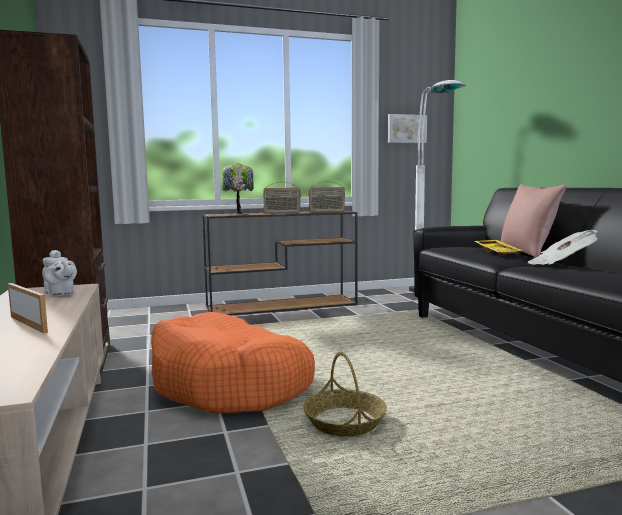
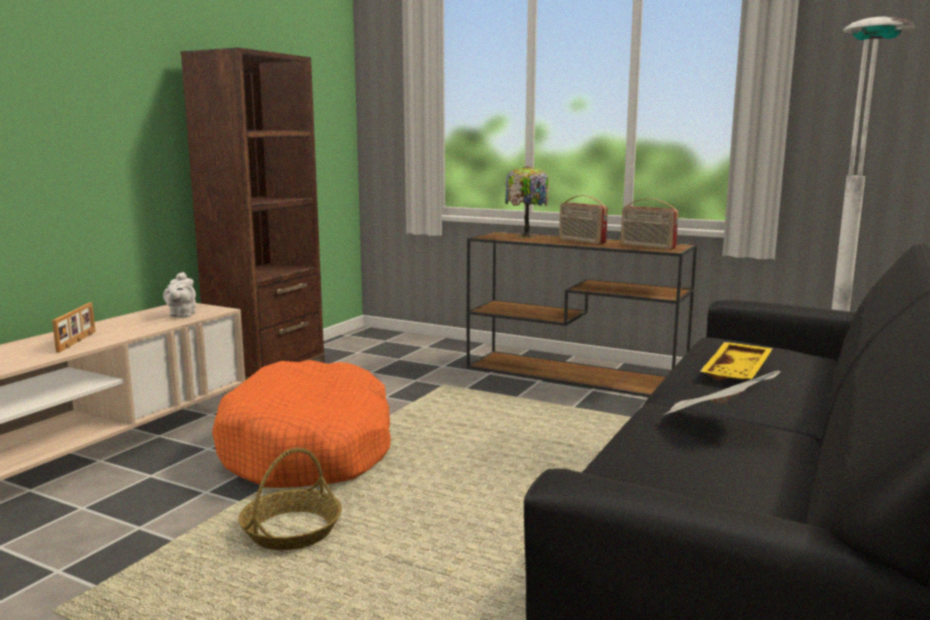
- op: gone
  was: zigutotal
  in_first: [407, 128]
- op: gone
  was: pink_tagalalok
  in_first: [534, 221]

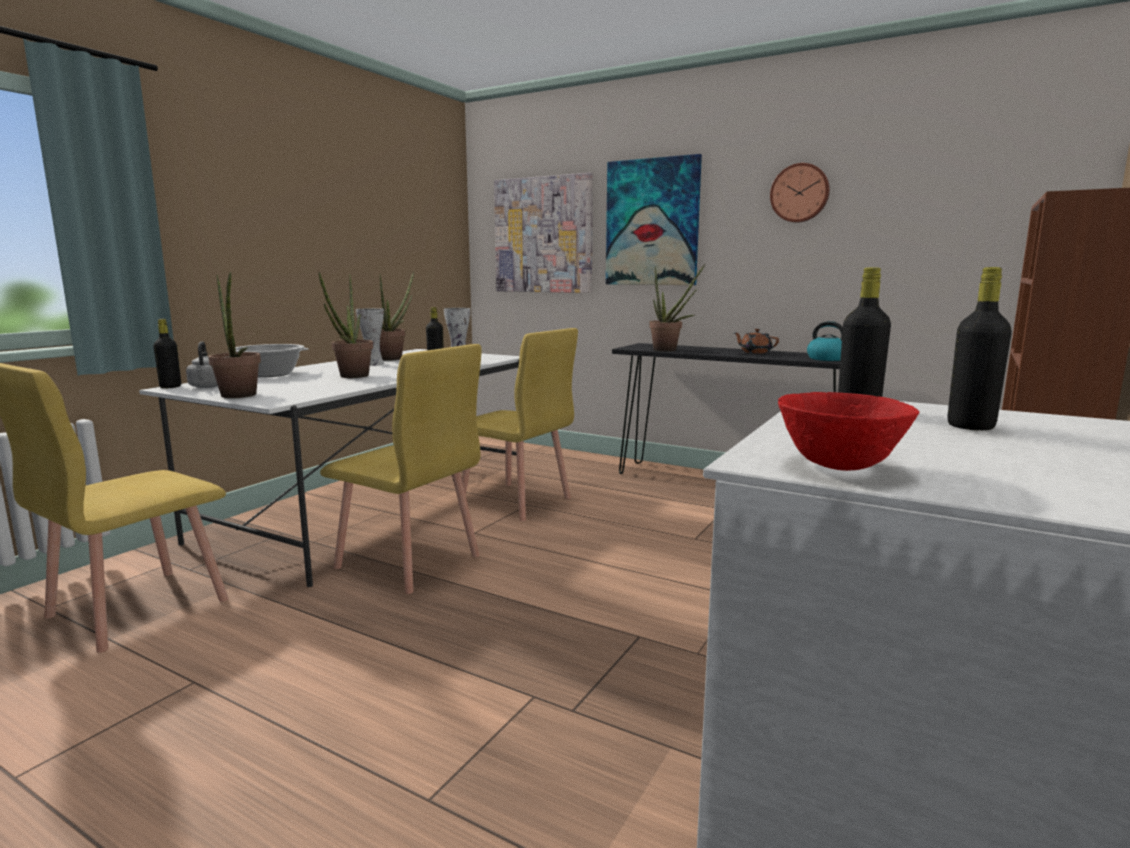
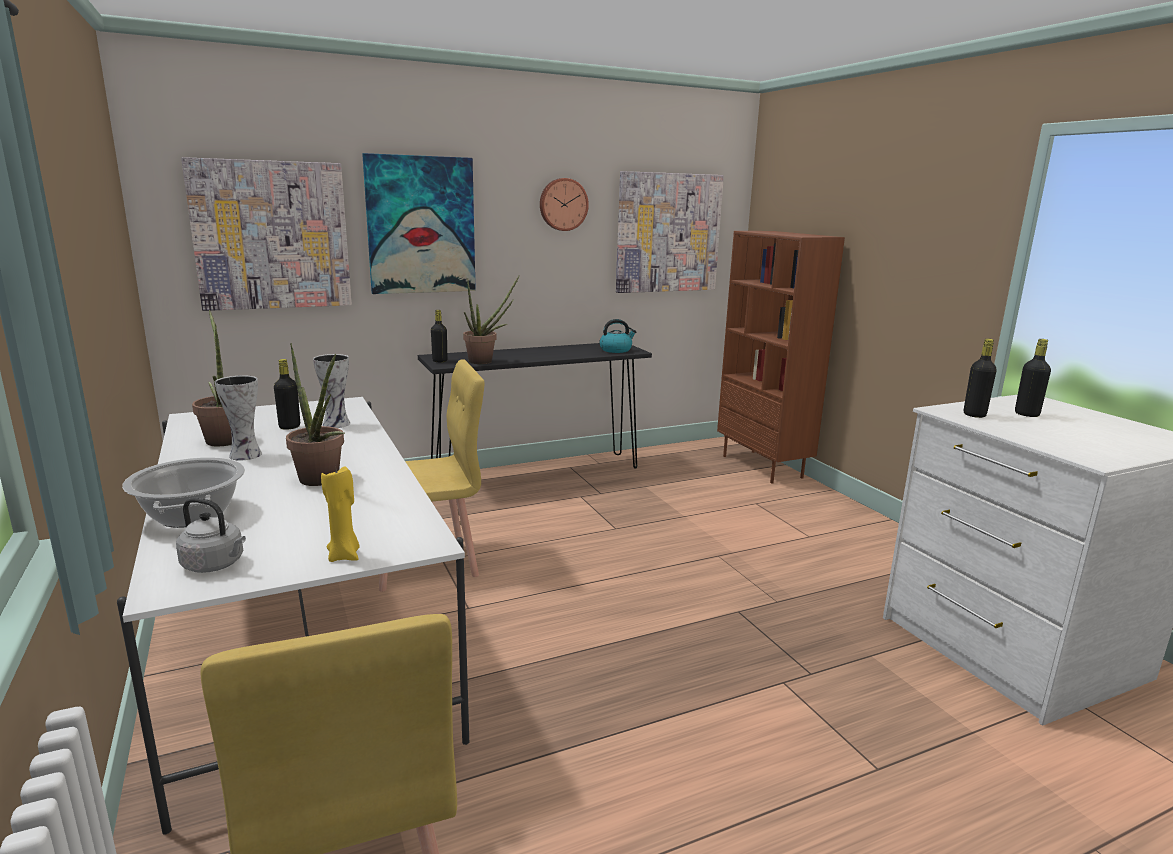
- op: swapped
  was: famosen
  now: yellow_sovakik
  in_first: [234, 335]
  in_second: [340, 514]
- op: shifted
  was: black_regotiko
  in_first: [167, 353]
  in_second: [439, 336]
- op: gone
  was: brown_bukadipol
  in_first: [756, 341]
- op: gone
  was: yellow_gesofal
  in_first: [401, 469]
- op: gone
  was: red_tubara
  in_first: [848, 431]
- op: new
  now: zigutotal
  in_second: [670, 232]

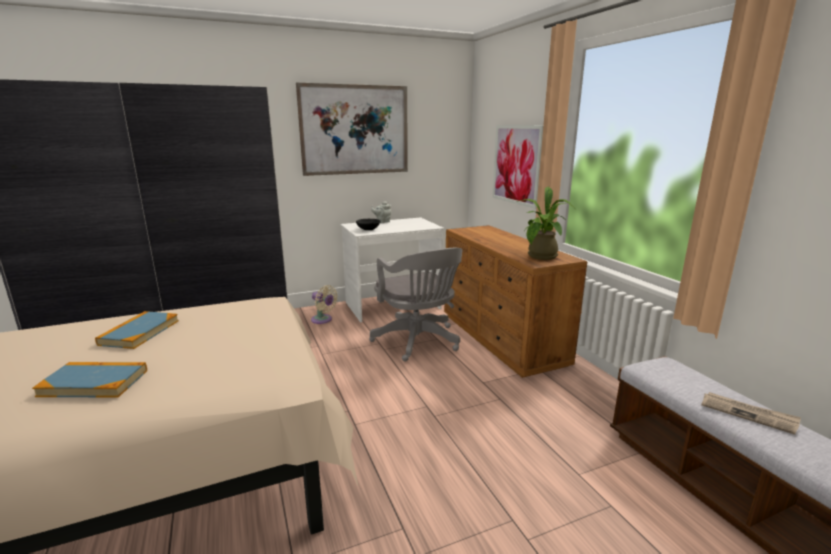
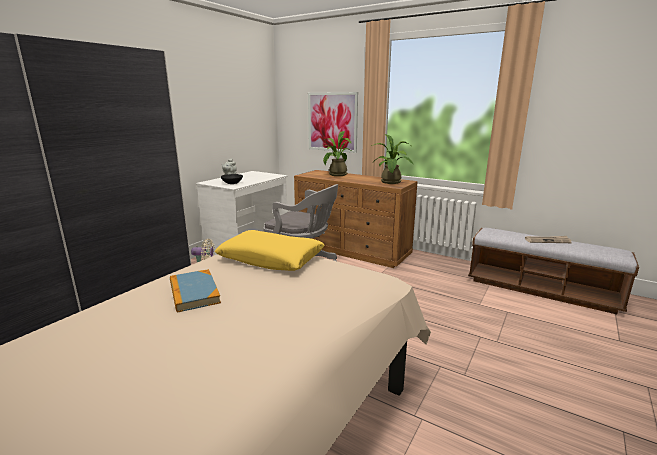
- op: gone
  was: zigutotal
  in_first: [352, 129]
- op: gone
  was: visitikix
  in_first: [89, 379]
- op: new
  now: famosen
  in_second: [338, 153]
- op: new
  now: yellow_tagalalok
  in_second: [269, 250]

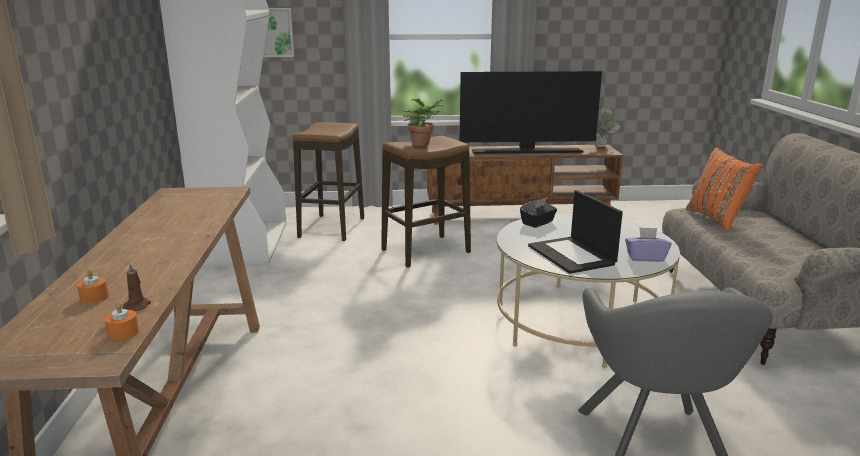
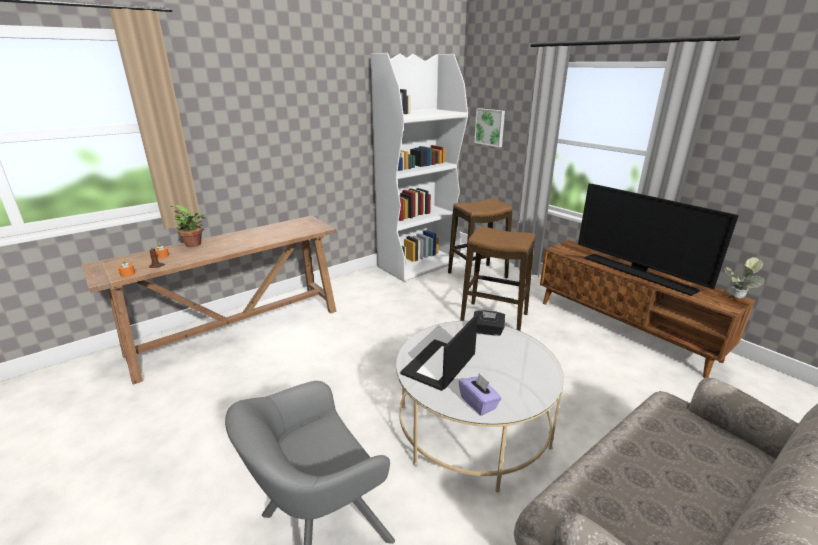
- op: shifted
  was: famosen
  in_first: [424, 122]
  in_second: [188, 226]
- op: gone
  was: orange_tagalalok
  in_first: [724, 189]

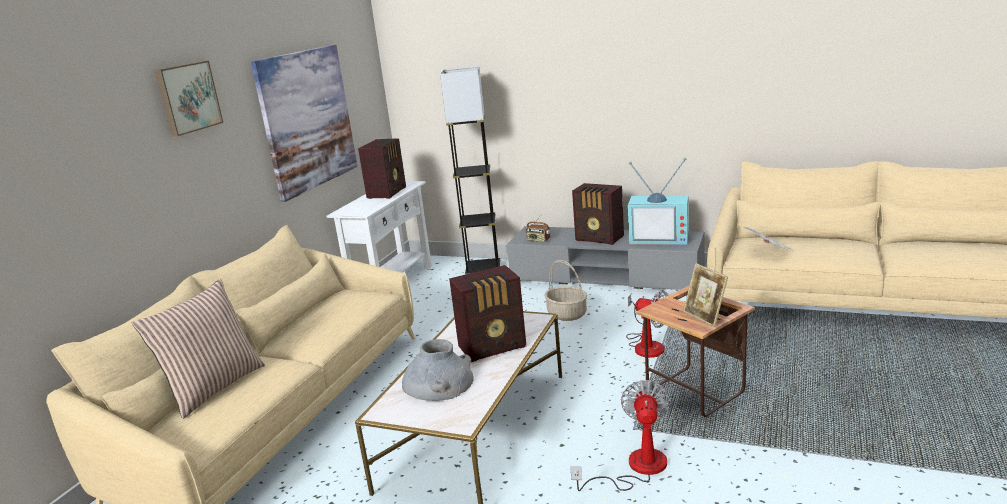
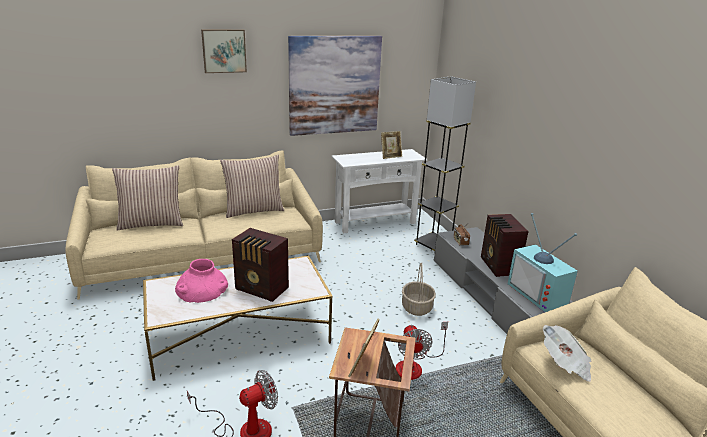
- op: swapped
  was: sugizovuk
  now: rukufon
  in_first: [382, 168]
  in_second: [391, 145]
- op: repainted
  was: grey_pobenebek
  now: pink_pobenebek
  in_first: [438, 370]
  in_second: [201, 281]
- op: new
  now: tagalalok
  in_second: [252, 186]

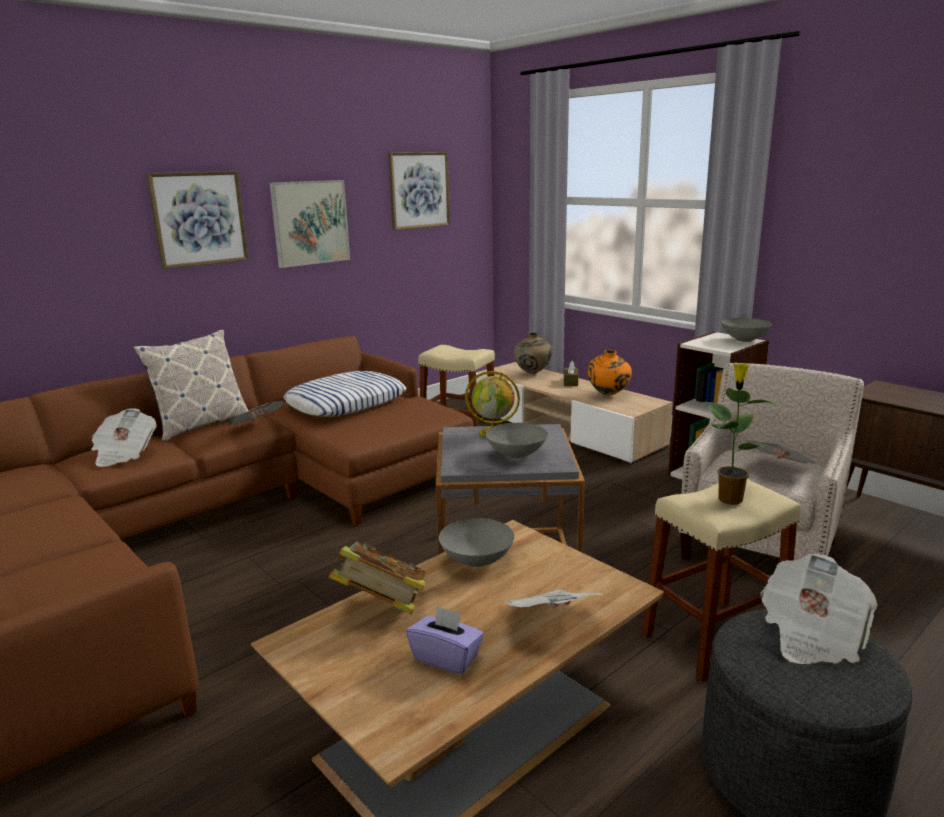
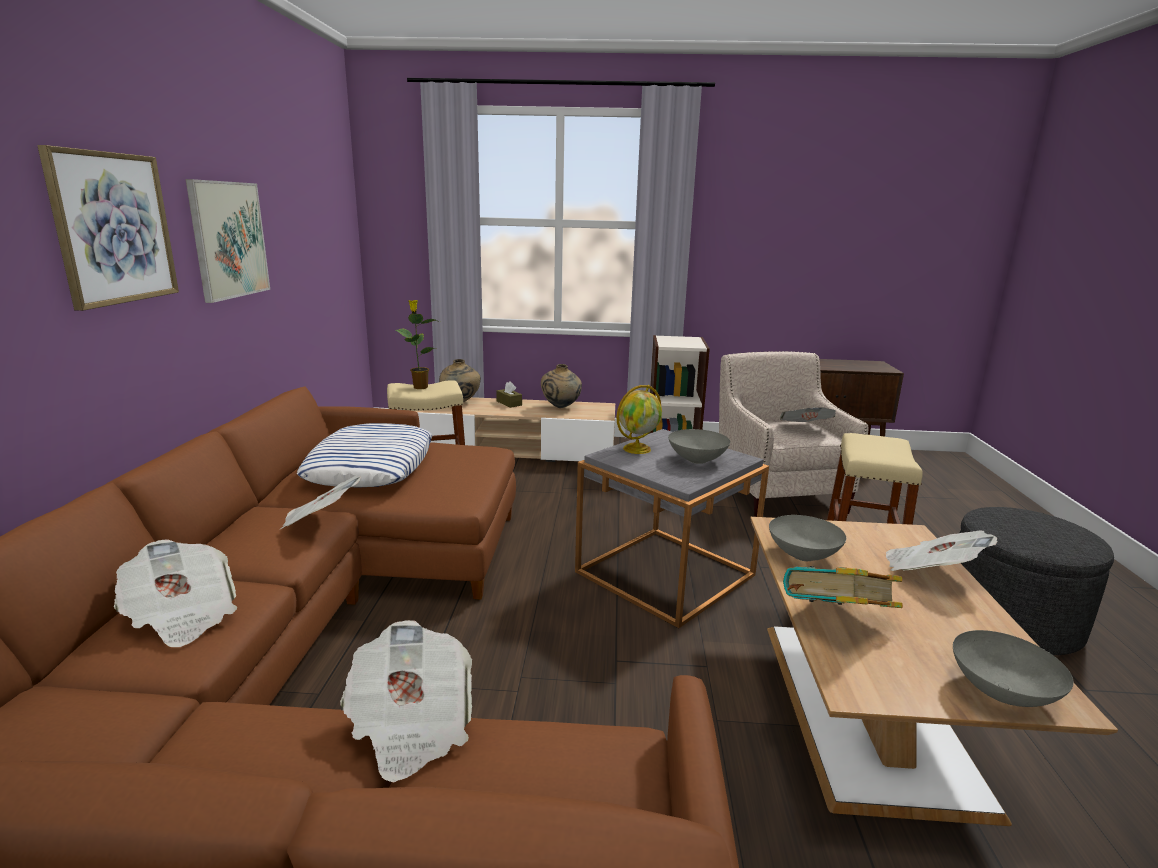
- op: gone
  was: zigutotal
  in_first: [419, 191]
- op: shifted
  was: grey_tubara
  in_first: [746, 330]
  in_second: [1013, 668]
- op: gone
  was: tagalalok
  in_first: [191, 385]
- op: repainted
  was: orange_pobenebek
  now: beige_pobenebek
  in_first: [610, 373]
  in_second: [561, 386]
- op: shifted
  was: famosen
  in_first: [743, 434]
  in_second: [418, 344]
- op: shifted
  was: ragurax
  in_first: [818, 609]
  in_second: [406, 701]
- op: gone
  was: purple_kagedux
  in_first: [445, 639]

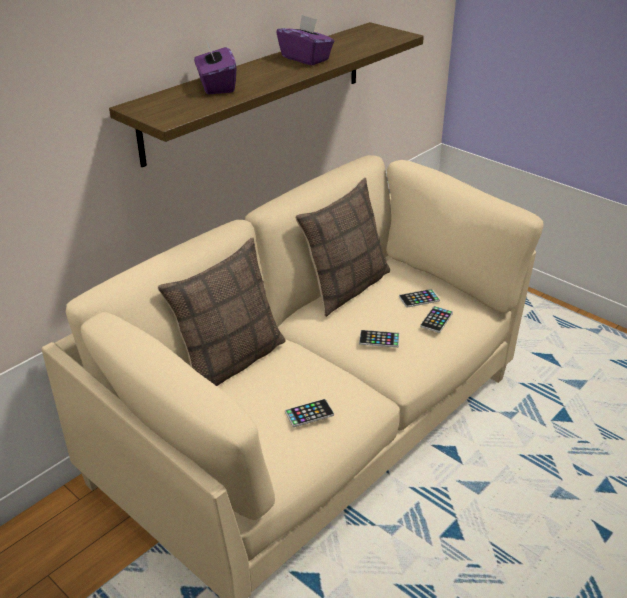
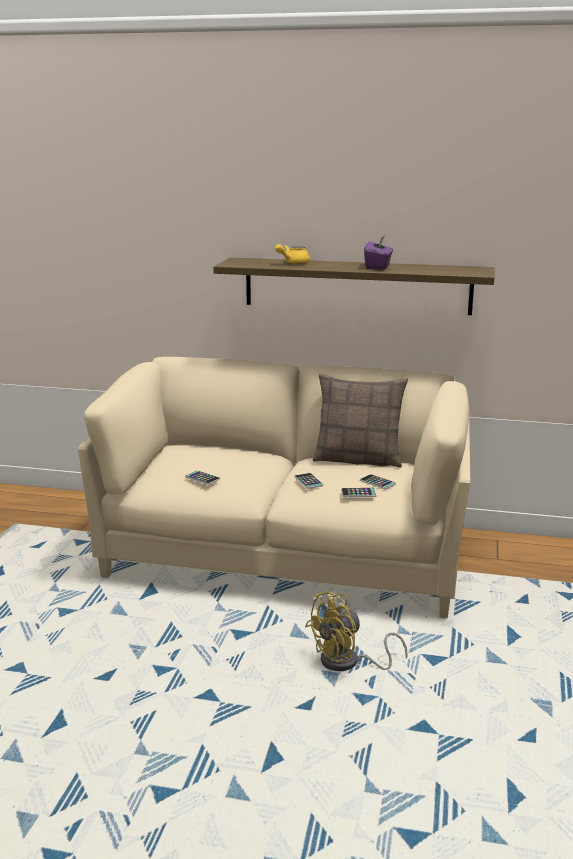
- op: swapped
  was: purple_kagedux
  now: yellow_bukadipol
  in_first: [215, 67]
  in_second: [292, 254]
- op: gone
  was: tagalalok
  in_first: [221, 312]
- op: new
  now: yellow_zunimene
  in_second: [356, 631]

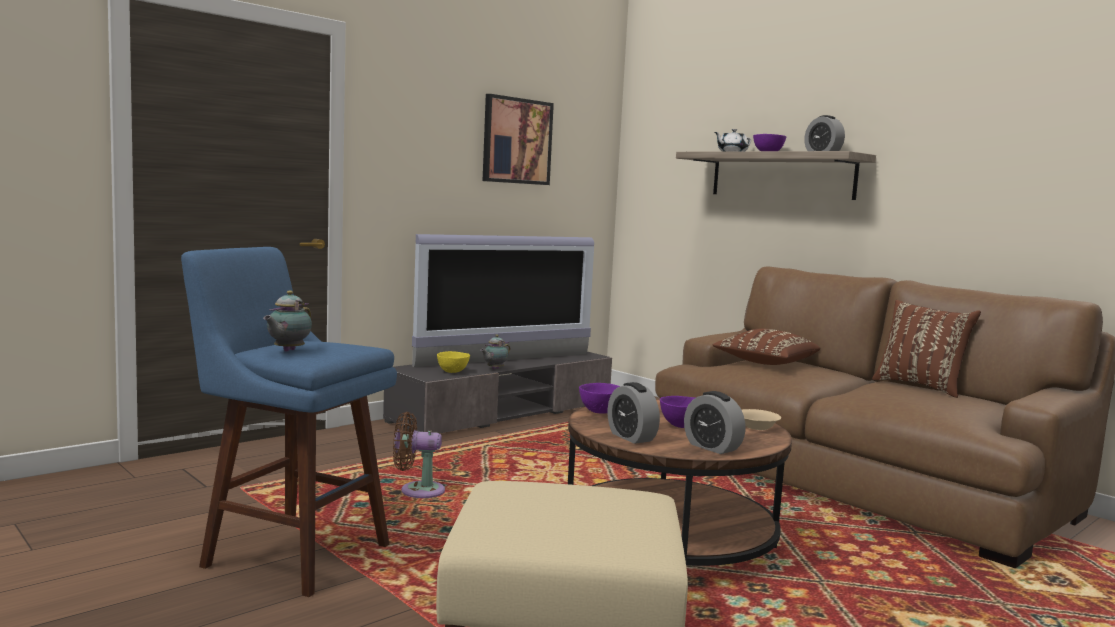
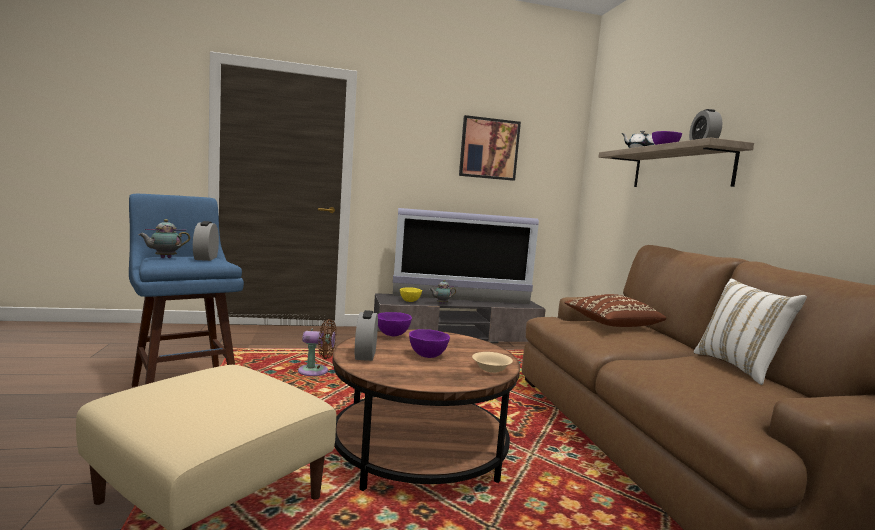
- op: repainted
  was: brown_tagalalok
  now: white_tagalalok
  in_first: [926, 349]
  in_second: [750, 331]
- op: shifted
  was: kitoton
  in_first: [715, 422]
  in_second: [206, 241]
- op: rotated
  was: brown_zunimene
  in_first: [419, 455]
  in_second: [317, 347]
  clockwise: 150

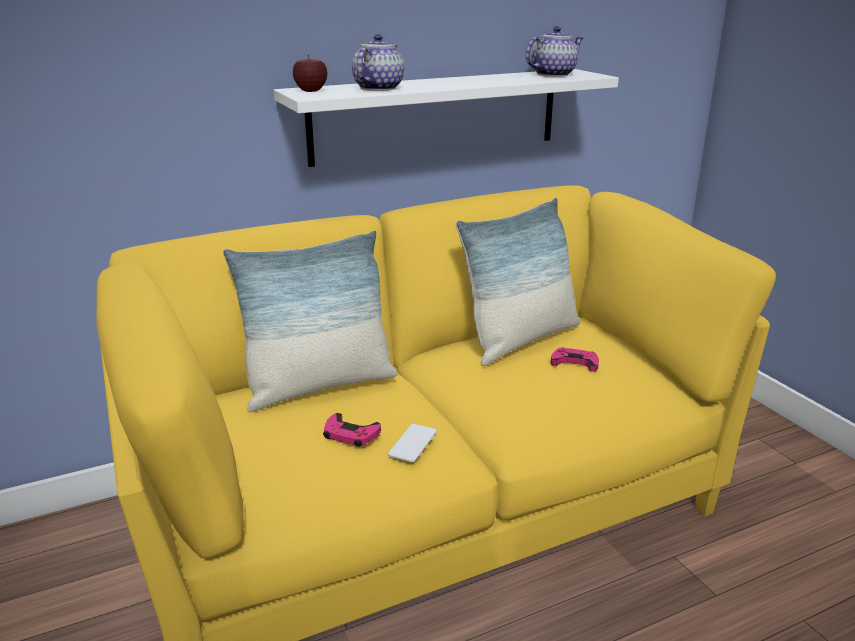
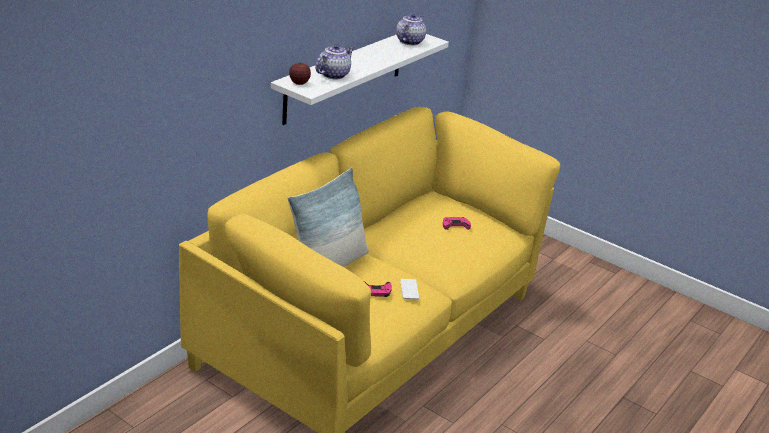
- op: rotated
  was: bukadipol
  in_first: [378, 62]
  in_second: [334, 61]
  clockwise: 45
- op: gone
  was: tagalalok
  in_first: [518, 282]

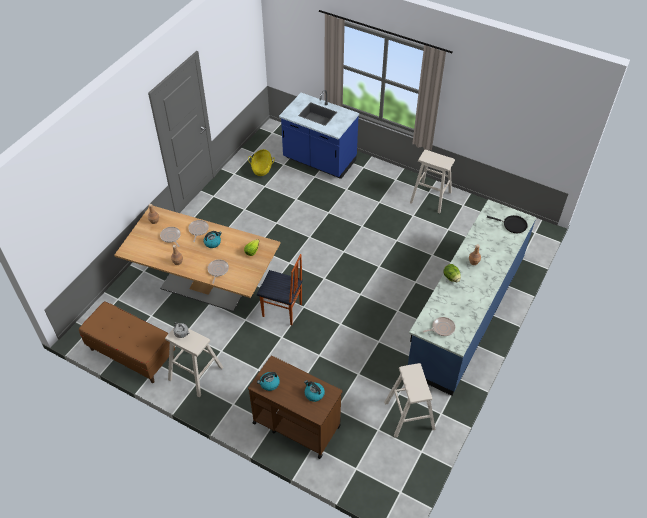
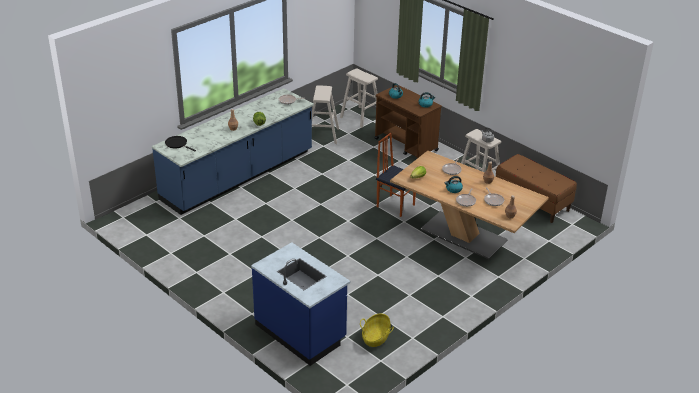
- op: shifted
  was: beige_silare
  in_first: [432, 181]
  in_second: [359, 98]

